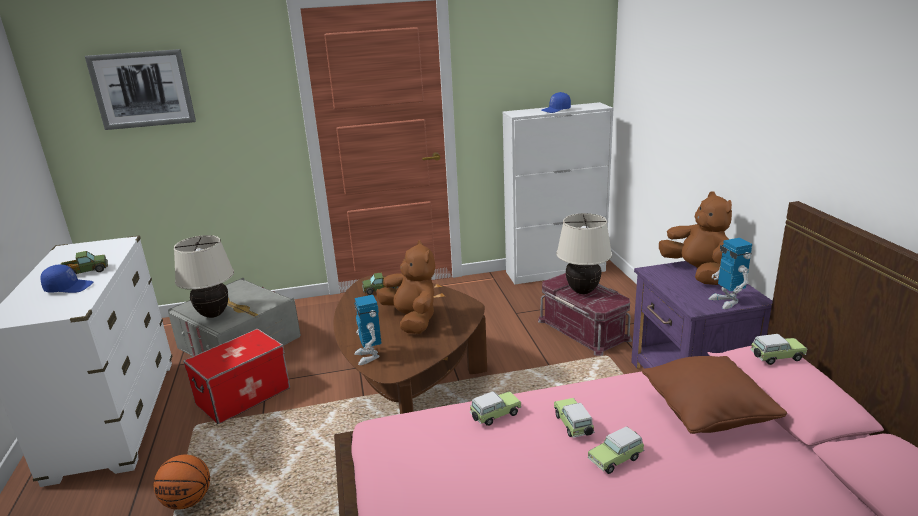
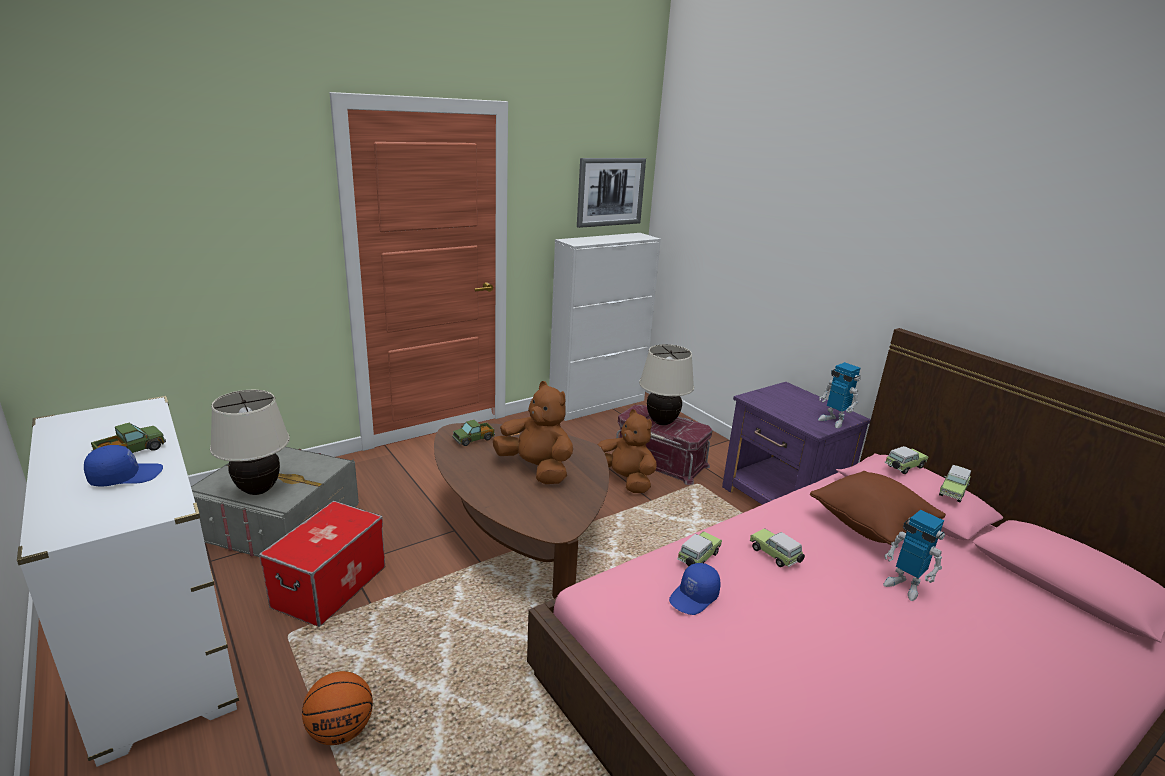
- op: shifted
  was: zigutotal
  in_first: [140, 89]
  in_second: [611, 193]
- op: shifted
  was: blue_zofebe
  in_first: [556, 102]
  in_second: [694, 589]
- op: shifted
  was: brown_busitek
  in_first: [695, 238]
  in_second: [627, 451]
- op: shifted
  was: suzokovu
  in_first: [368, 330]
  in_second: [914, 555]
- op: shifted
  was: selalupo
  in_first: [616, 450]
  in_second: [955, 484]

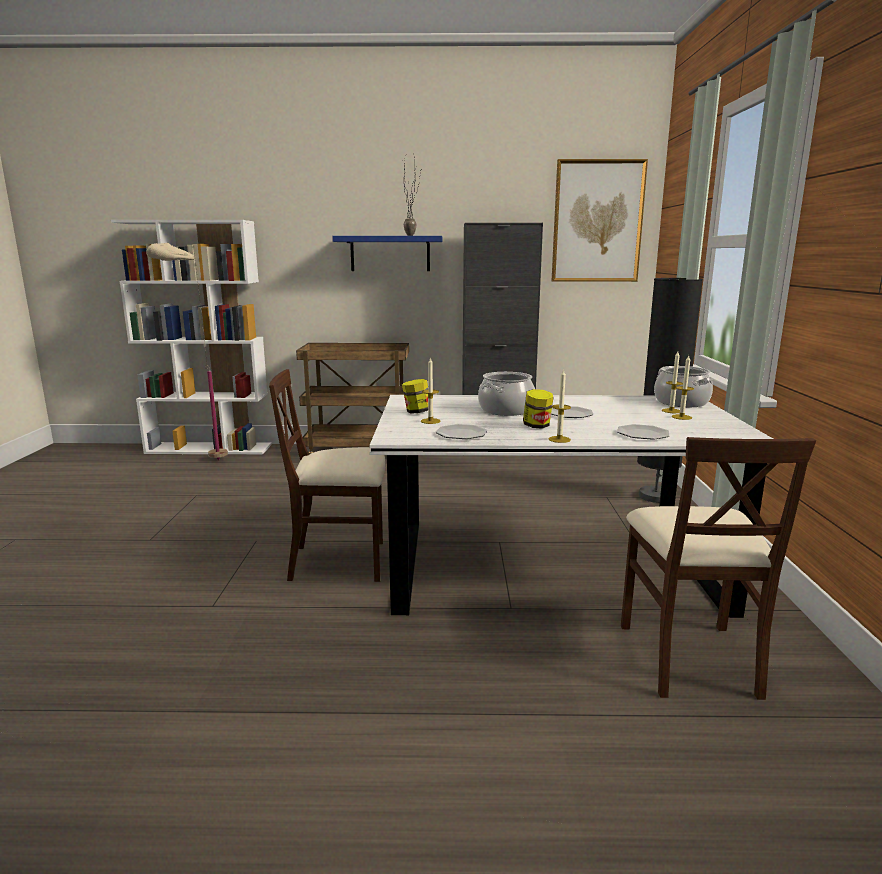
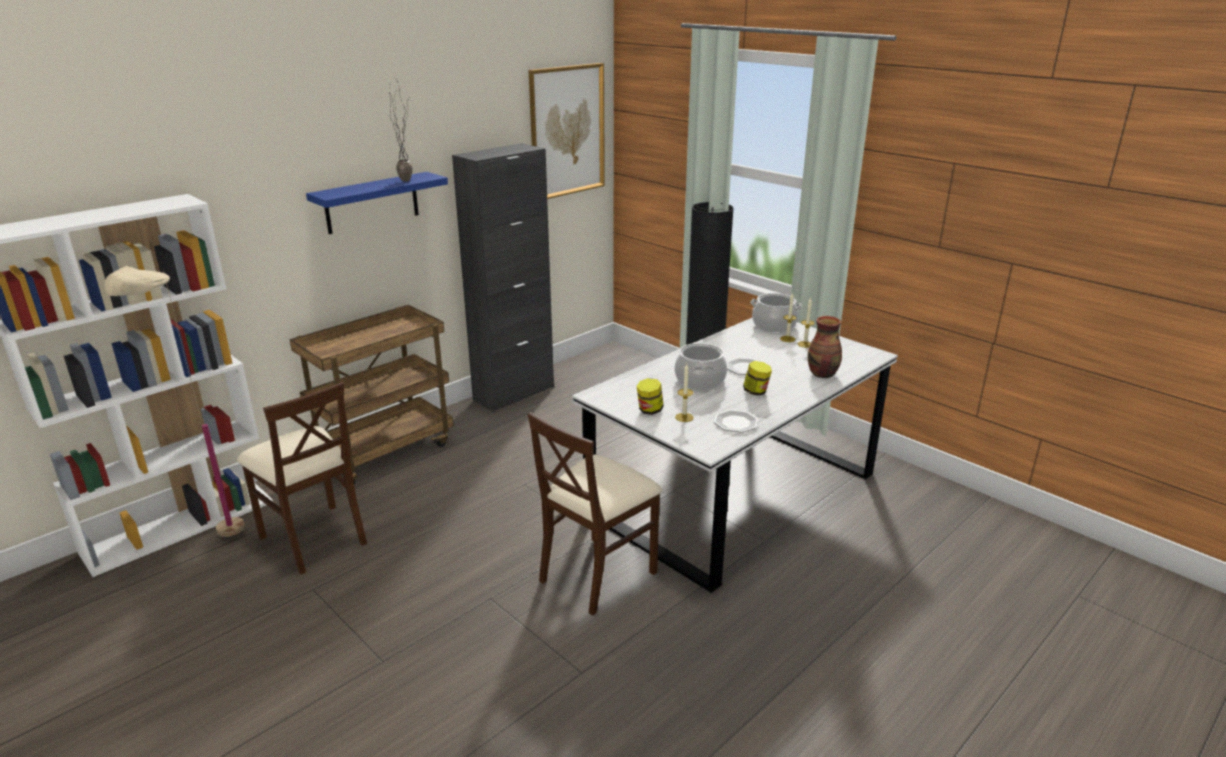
- op: gone
  was: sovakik
  in_first: [559, 406]
- op: swapped
  was: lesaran
  now: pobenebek
  in_first: [643, 432]
  in_second: [825, 347]
- op: shifted
  was: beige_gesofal
  in_first: [718, 568]
  in_second: [302, 478]

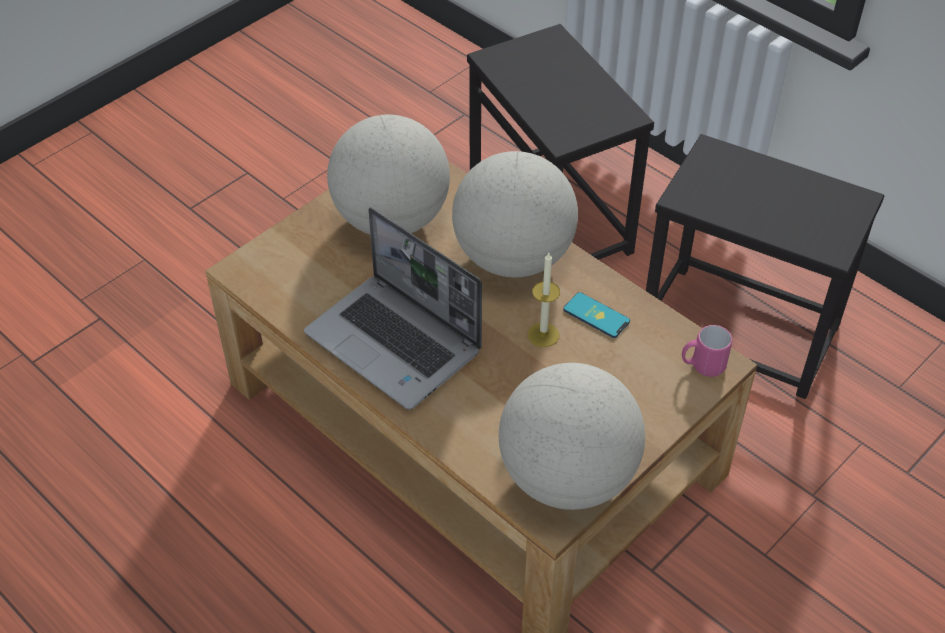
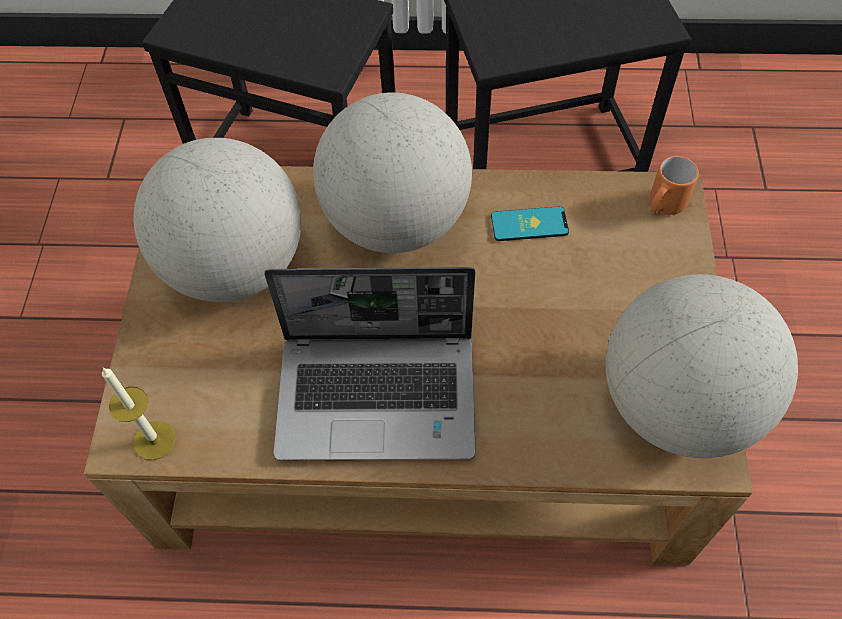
- op: shifted
  was: sovakik
  in_first: [544, 300]
  in_second: [139, 414]
- op: repainted
  was: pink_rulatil
  now: orange_rulatil
  in_first: [707, 351]
  in_second: [674, 185]

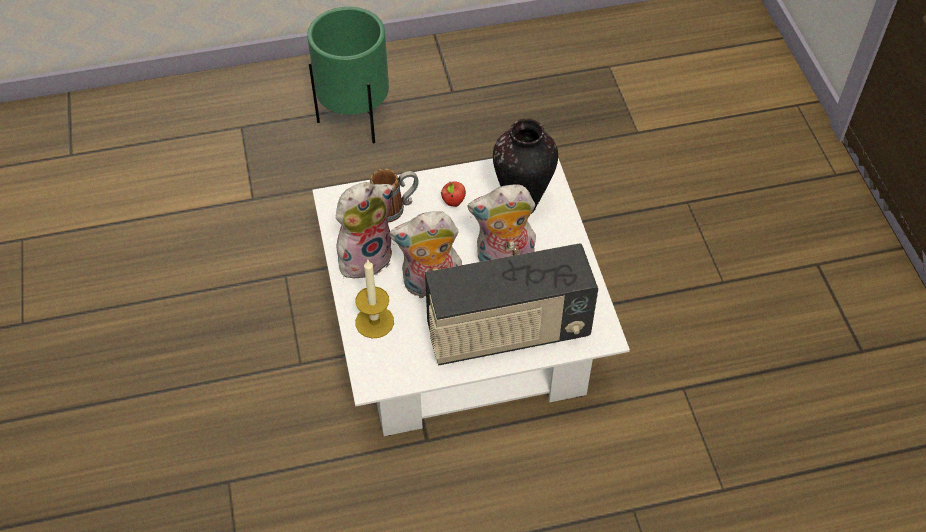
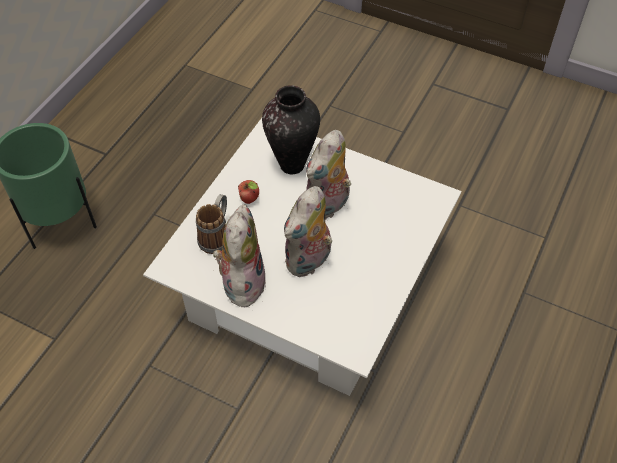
- op: gone
  was: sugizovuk
  in_first: [511, 304]
- op: gone
  was: sovakik
  in_first: [374, 299]

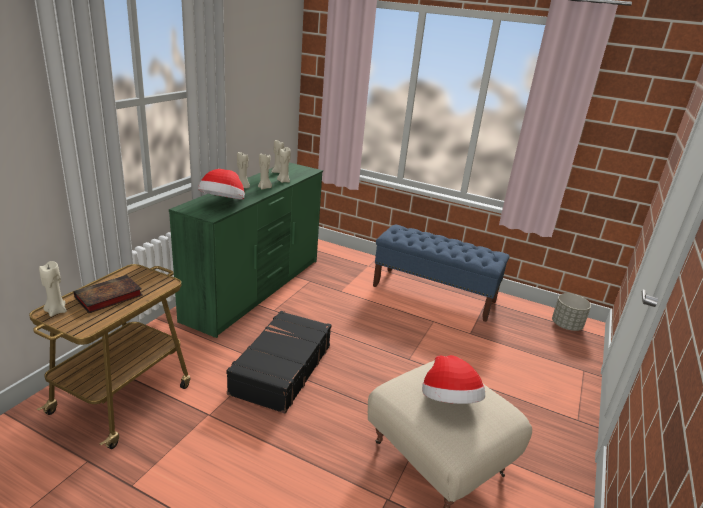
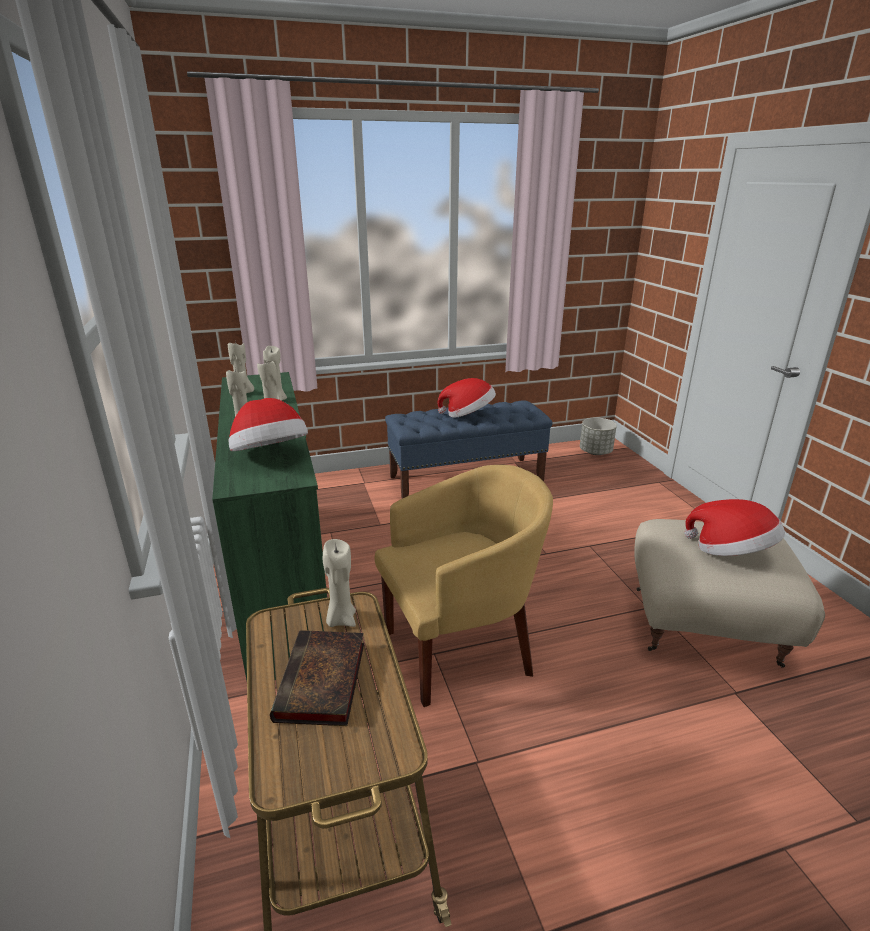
- op: shifted
  was: beige_sovakik
  in_first: [53, 289]
  in_second: [339, 583]
- op: swapped
  was: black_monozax
  now: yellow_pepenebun
  in_first: [279, 362]
  in_second: [463, 586]
- op: new
  now: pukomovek
  in_second: [466, 398]

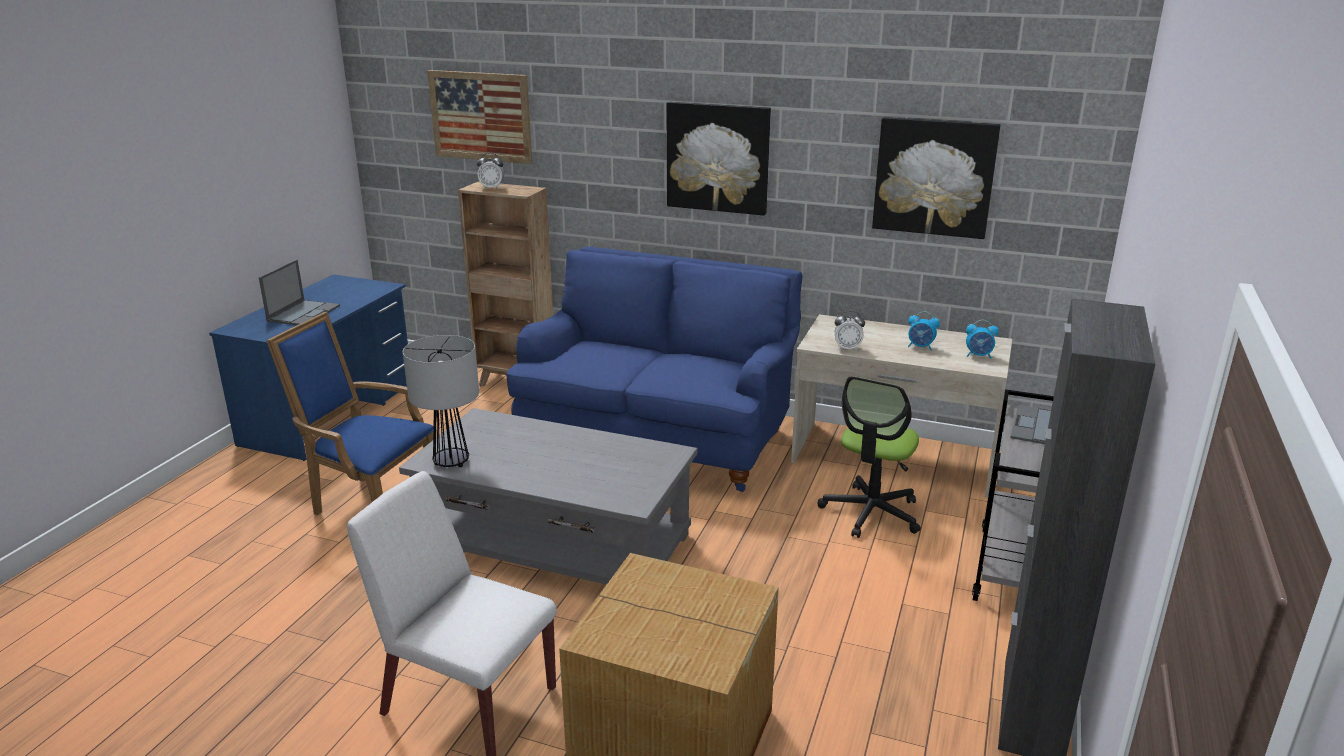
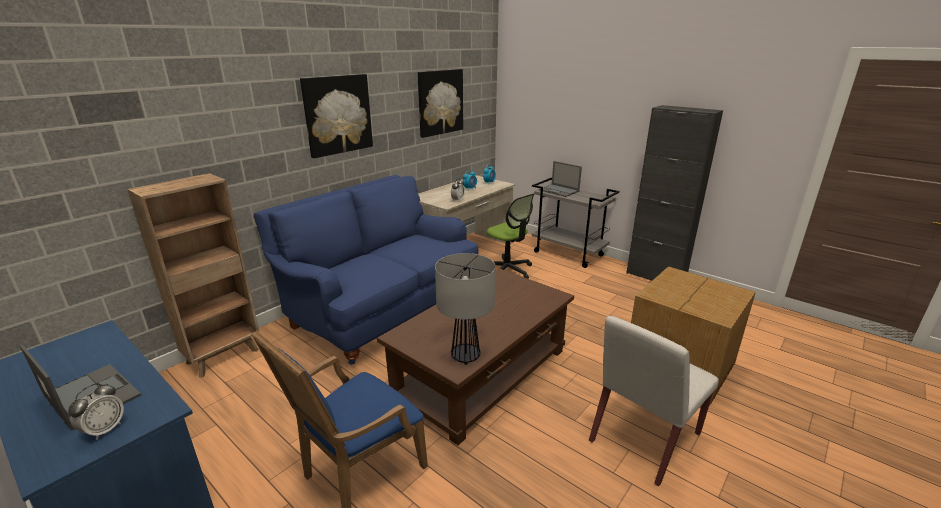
- op: gone
  was: zigutotal
  in_first: [479, 117]
- op: shifted
  was: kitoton
  in_first: [490, 171]
  in_second: [96, 411]
- op: repainted
  was: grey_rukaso
  now: brown_rukaso
  in_first: [548, 496]
  in_second: [475, 357]

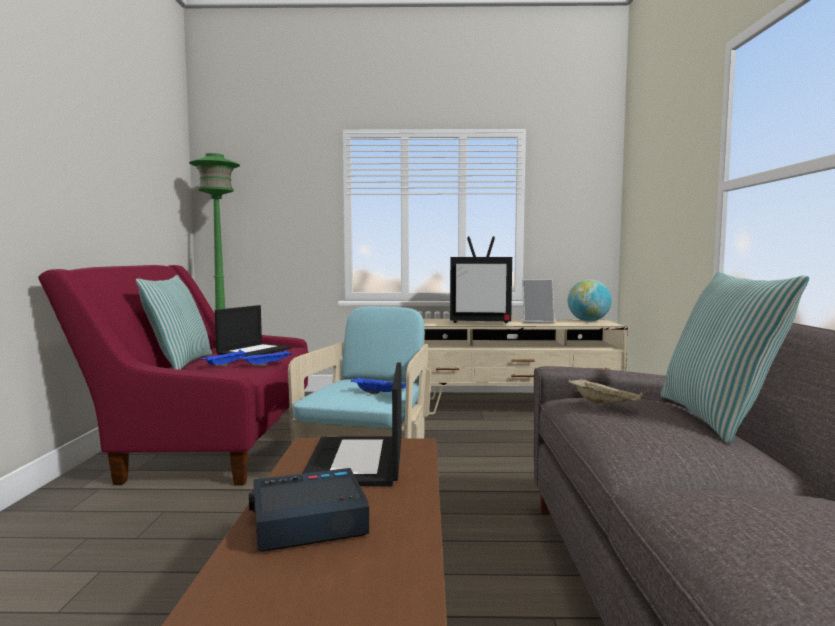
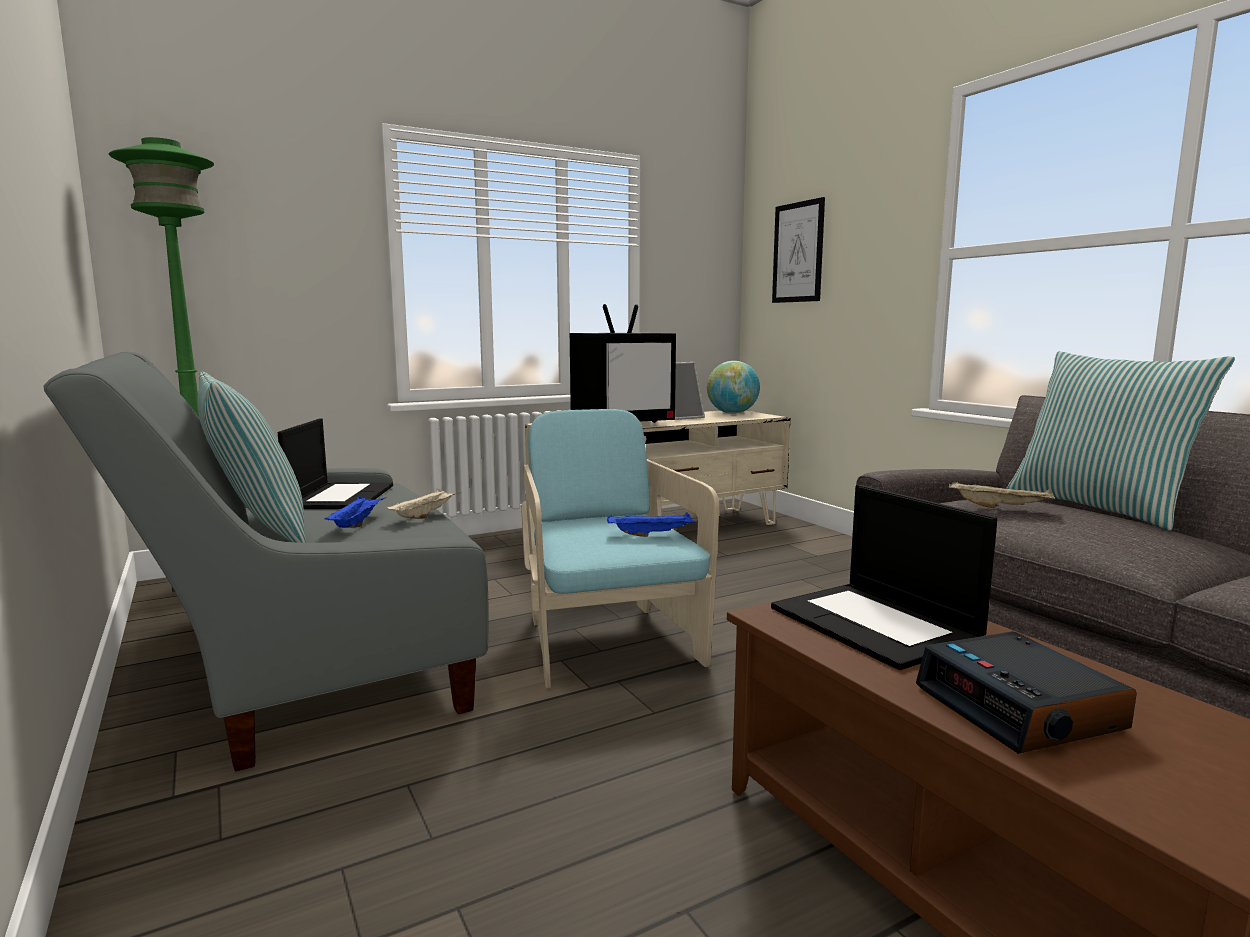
- op: repainted
  was: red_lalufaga
  now: grey_lalufaga
  in_first: [173, 375]
  in_second: [266, 562]
- op: repainted
  was: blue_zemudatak
  now: beige_zemudatak
  in_first: [267, 358]
  in_second: [424, 503]
- op: rotated
  was: kitoton
  in_first: [309, 510]
  in_second: [1026, 693]
  clockwise: -60
- op: new
  now: zigutotal
  in_second: [798, 250]

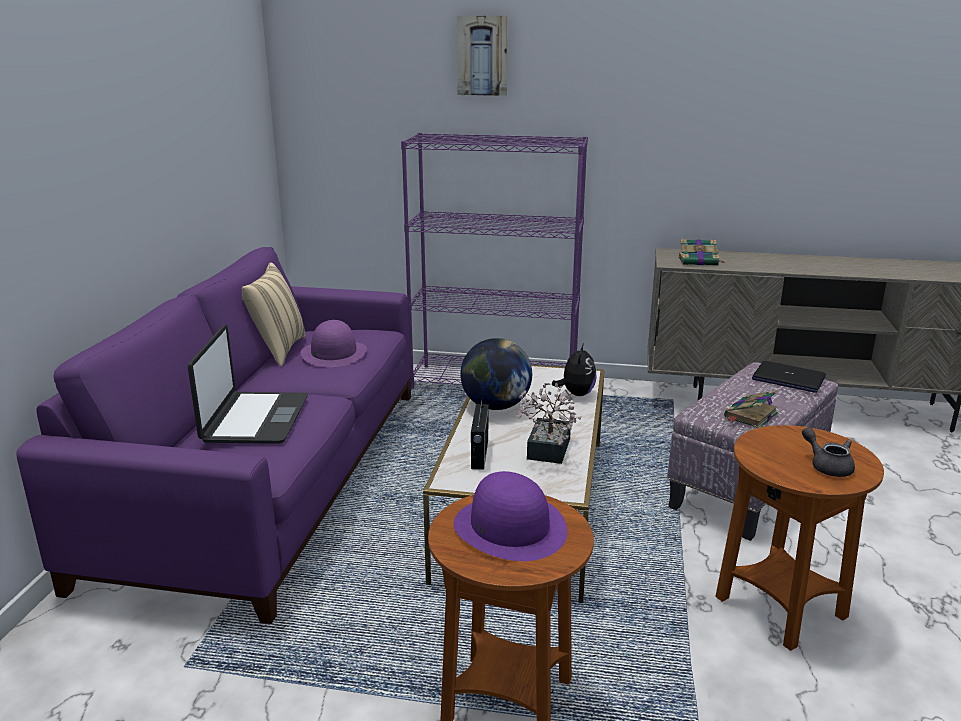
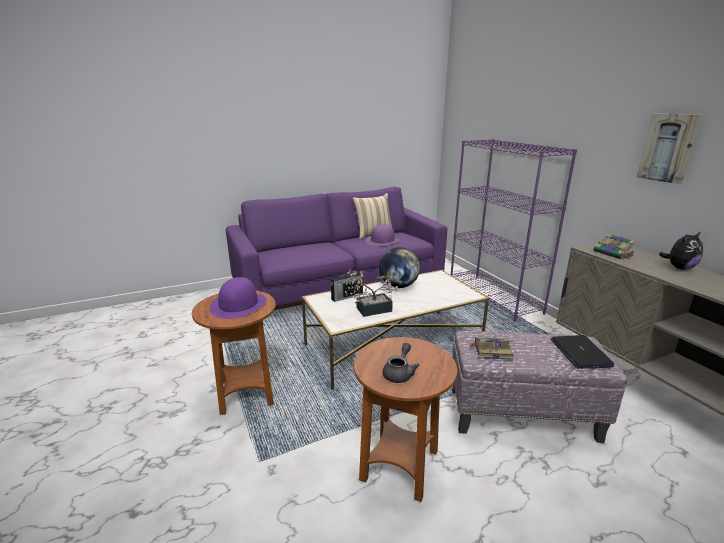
- op: shifted
  was: zigutotal
  in_first: [482, 56]
  in_second: [669, 149]
- op: gone
  was: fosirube
  in_first: [248, 384]
- op: shifted
  was: busitek
  in_first: [574, 369]
  in_second: [681, 251]

